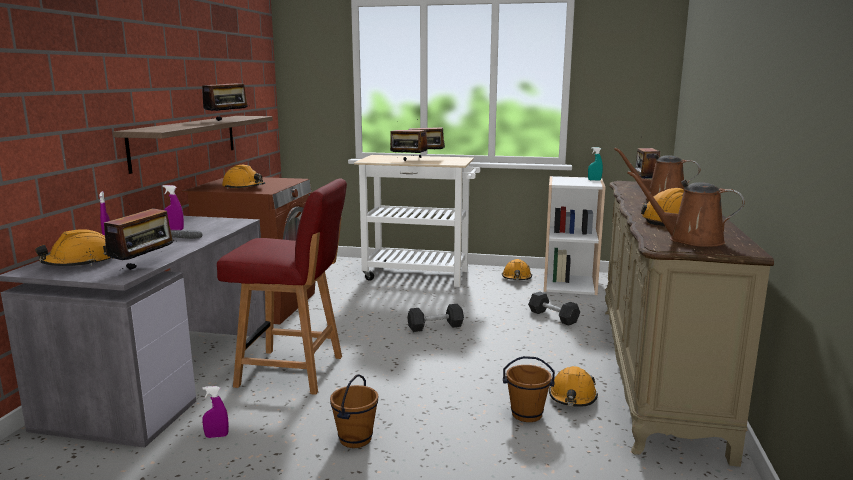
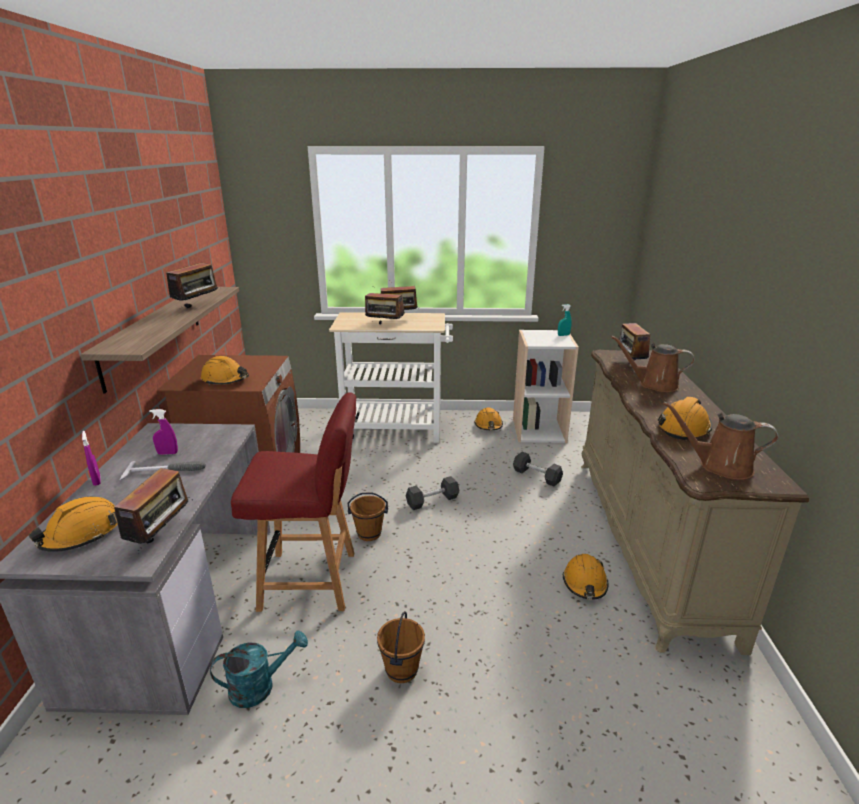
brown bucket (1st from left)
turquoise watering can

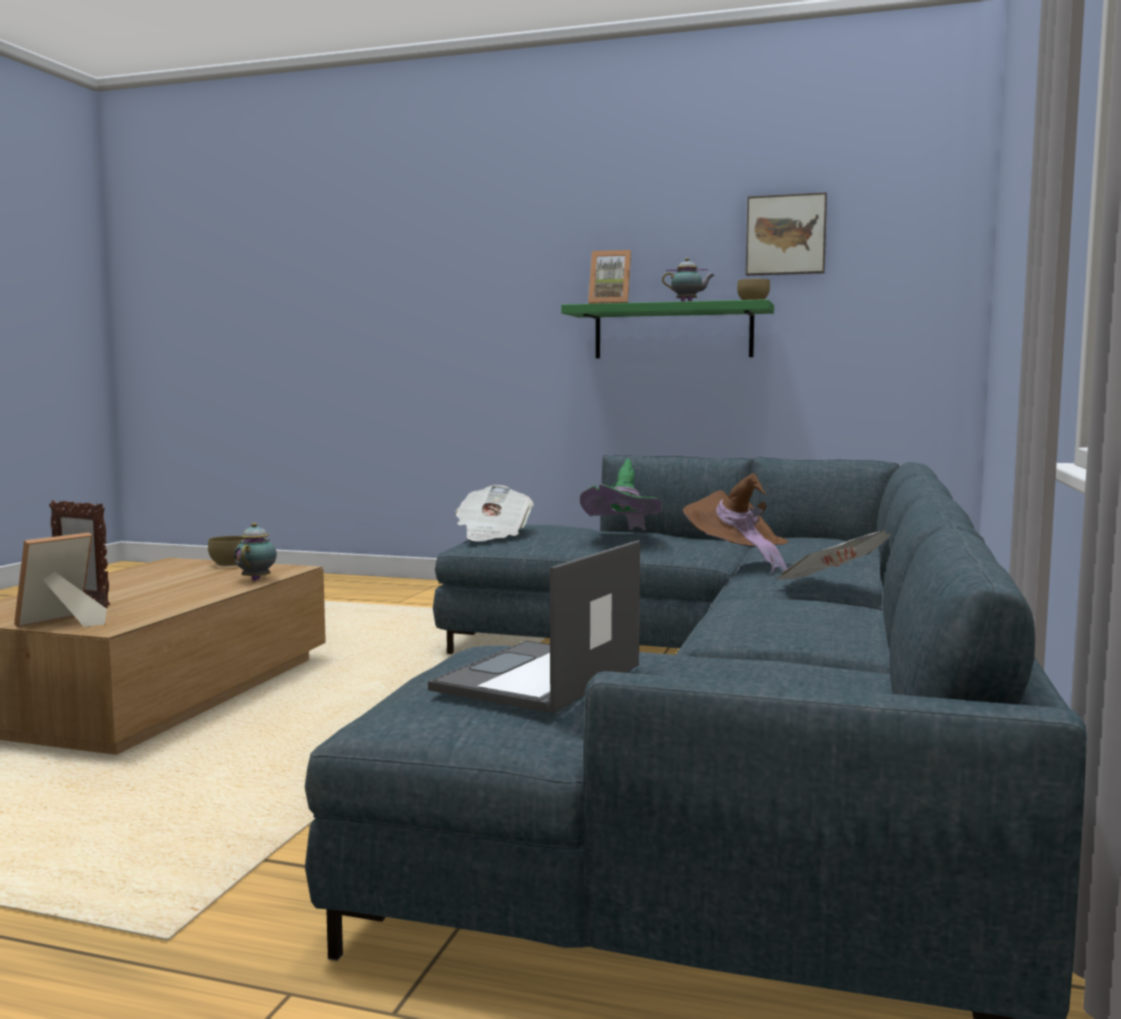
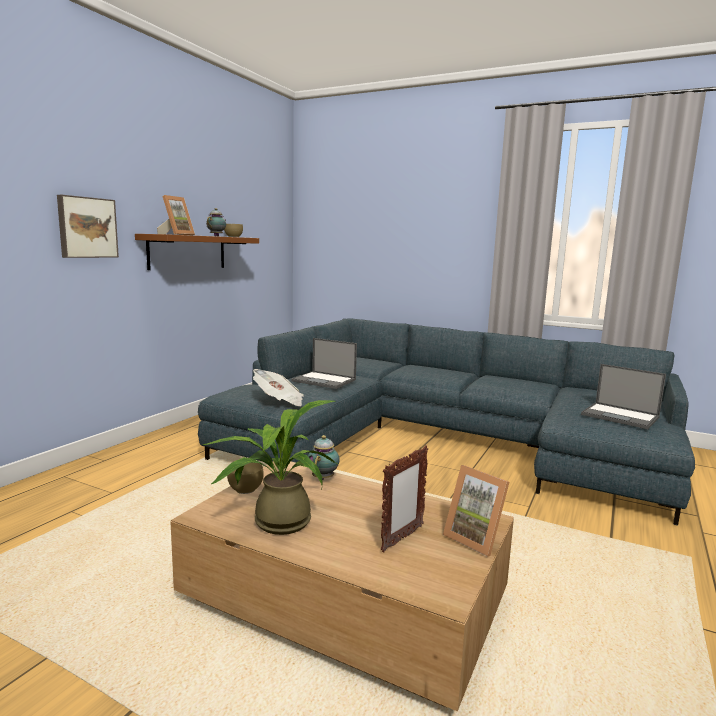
picture
brown shelf
laptop (1st from left)
brown hat
teapot (2nd from left)
newspaper (2nd from left in the first image)
potted plant

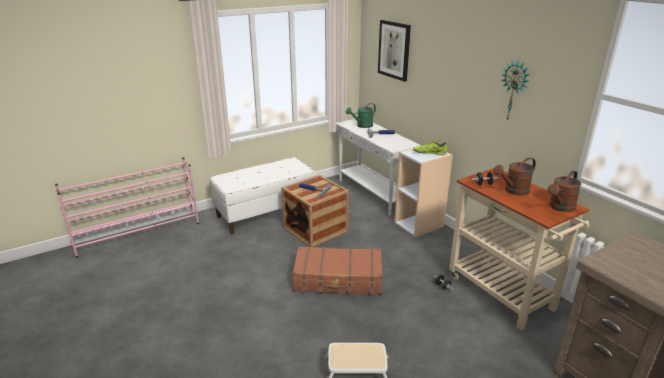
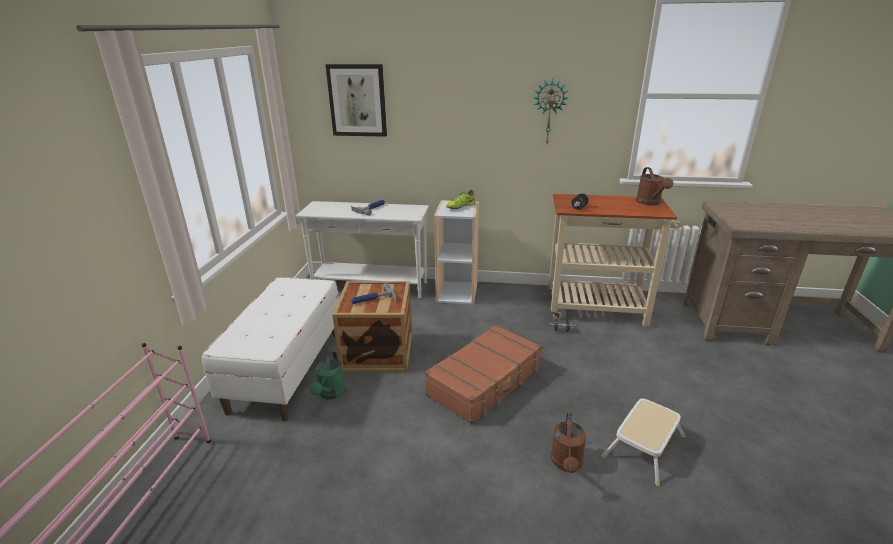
green watering can
brown watering can (1st from left)

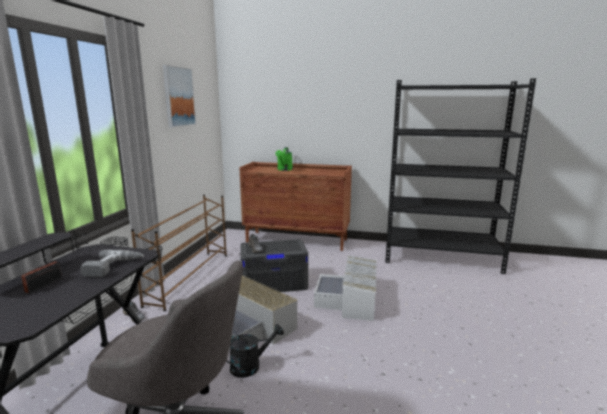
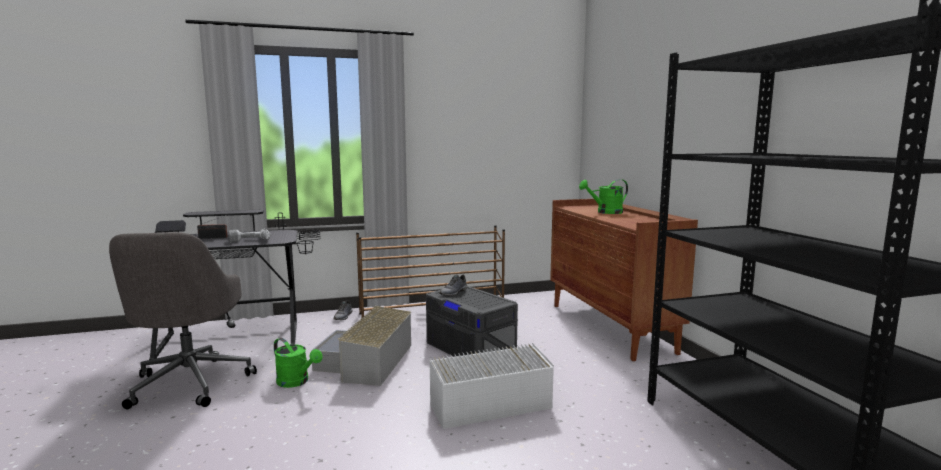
picture
green watering can (1st from left)

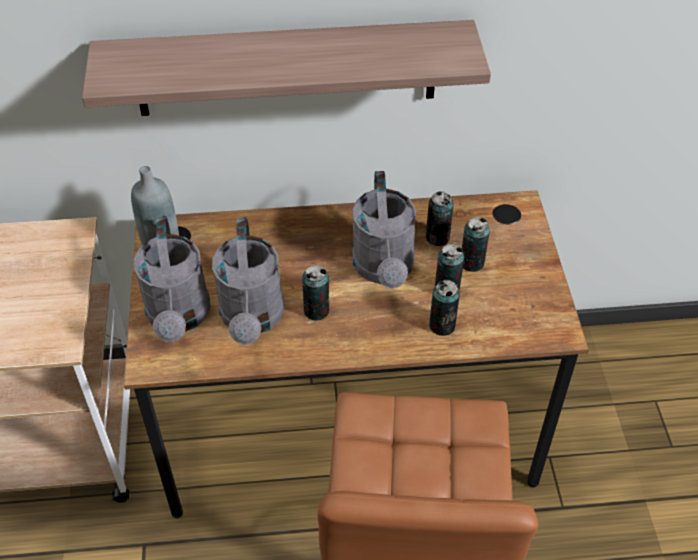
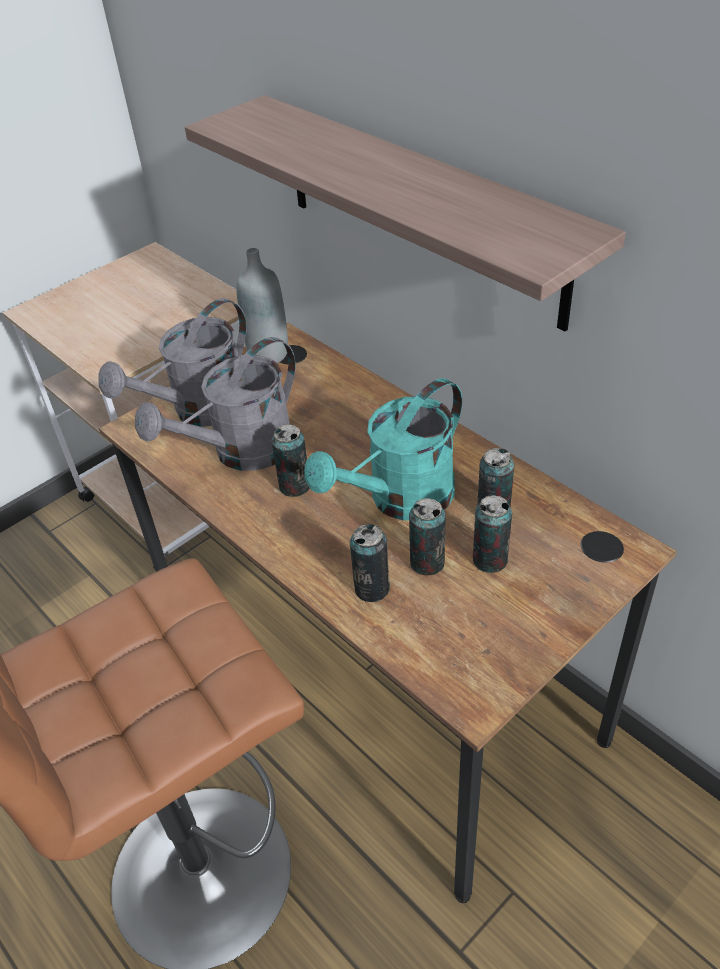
turquoise watering can

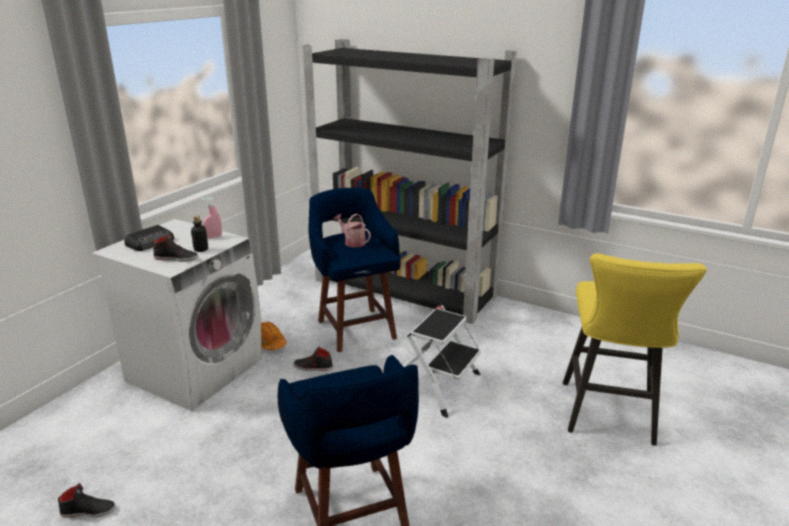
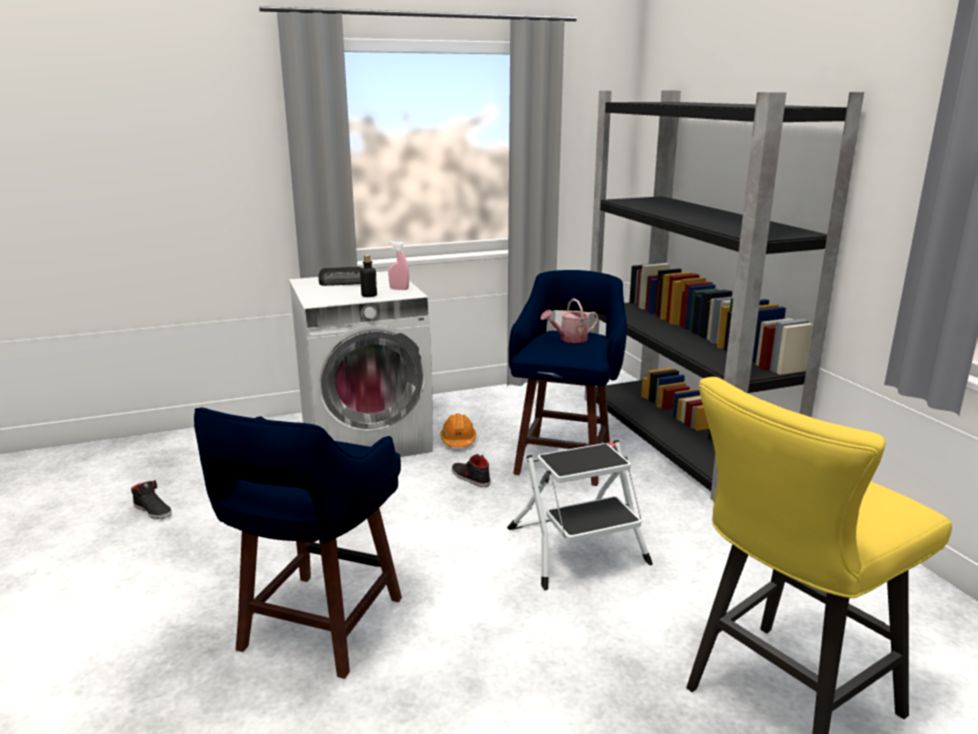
watering can
black shoe (2nd from left in the first image)

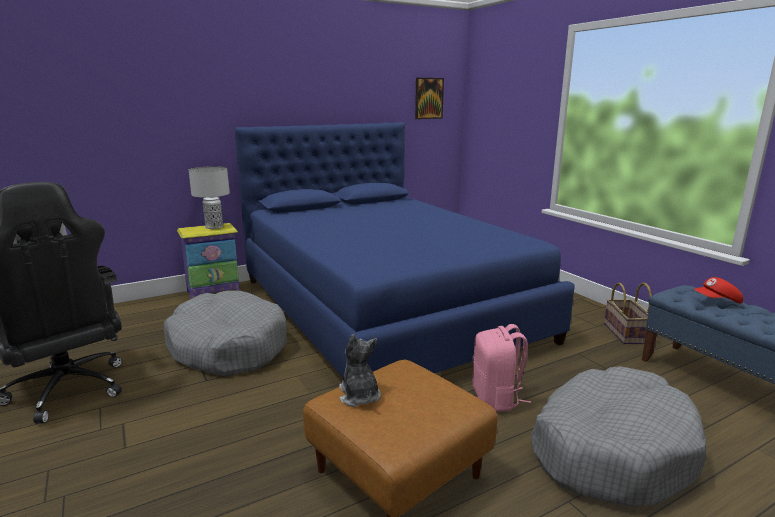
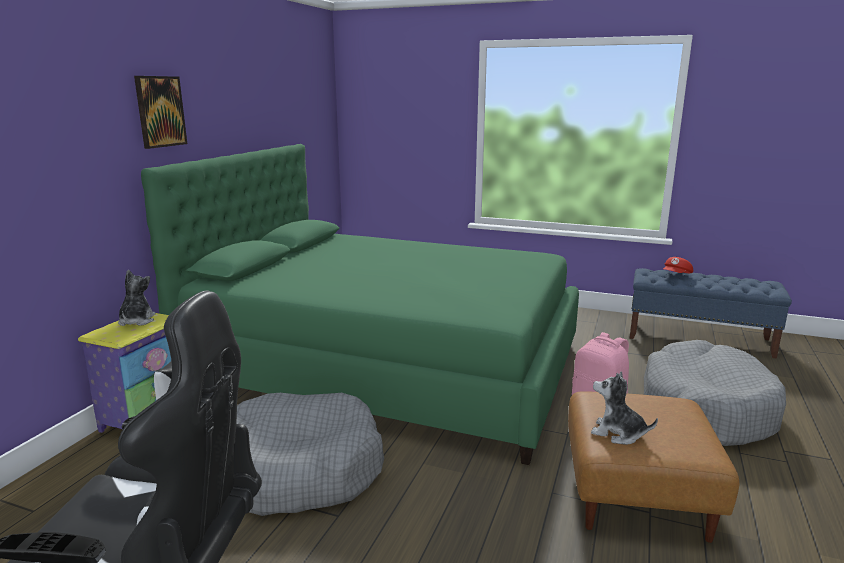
picture
green bed
plush toy (1st from left)
basket

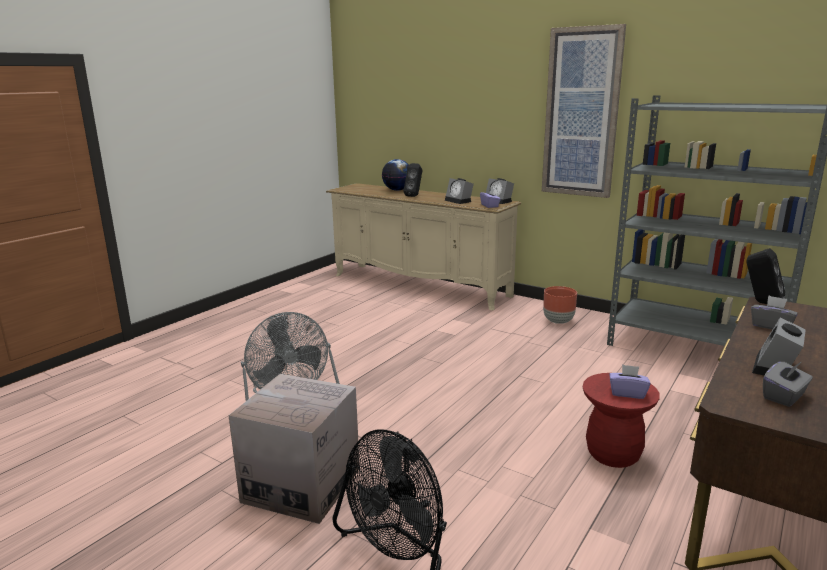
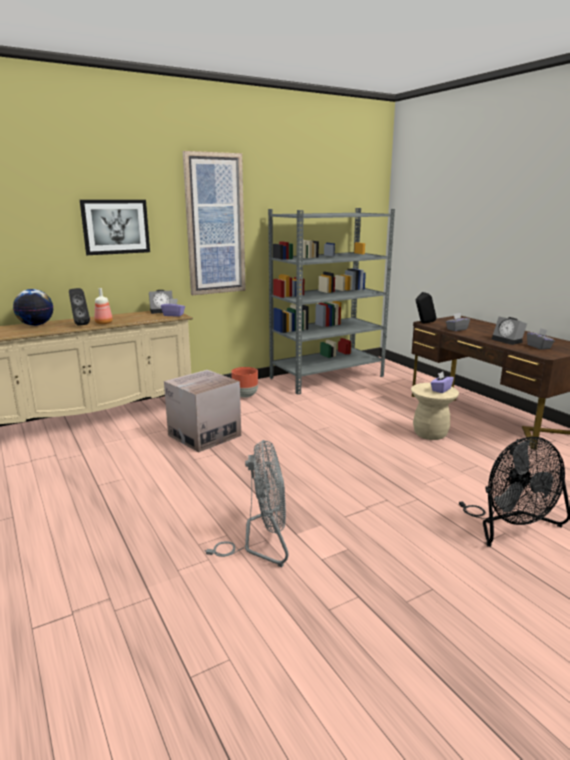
alarm clock (1st from left in the first image)
beige stool
cardboard box
picture (1st from left)
bottle

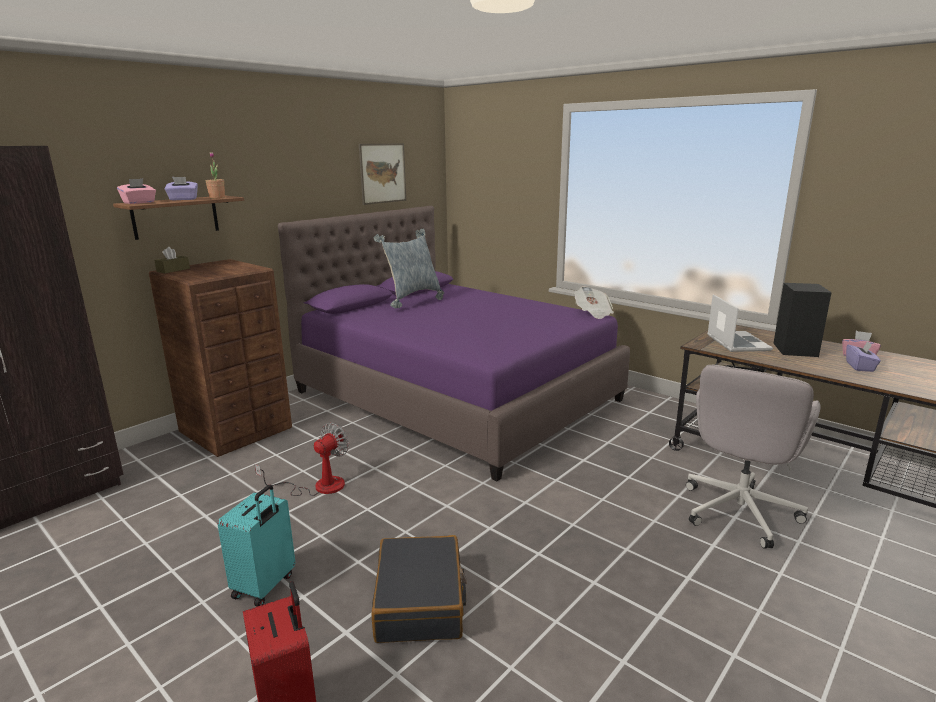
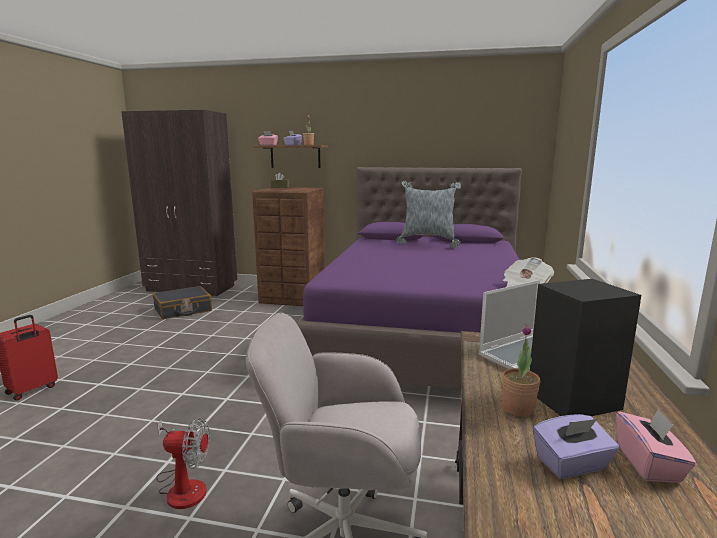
picture
fan
turquoise suitcase
black suitcase
potted plant (2nd from left)

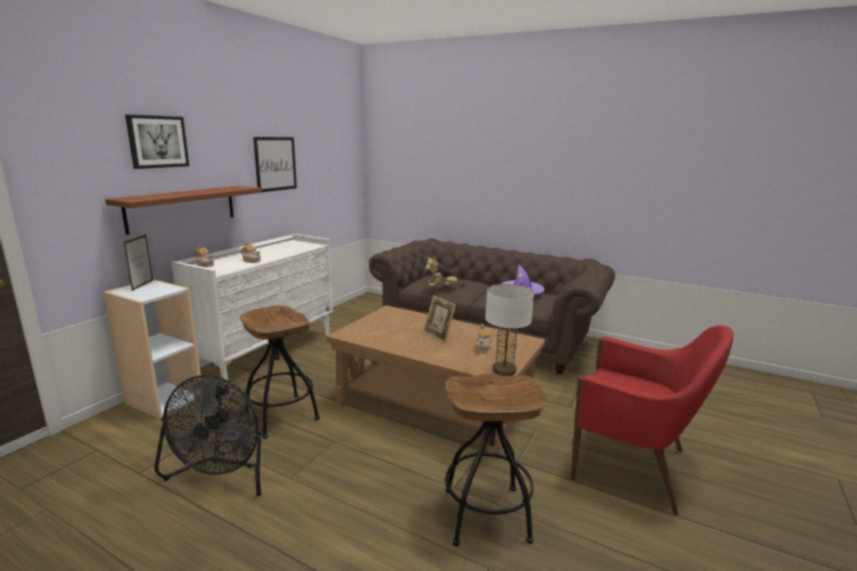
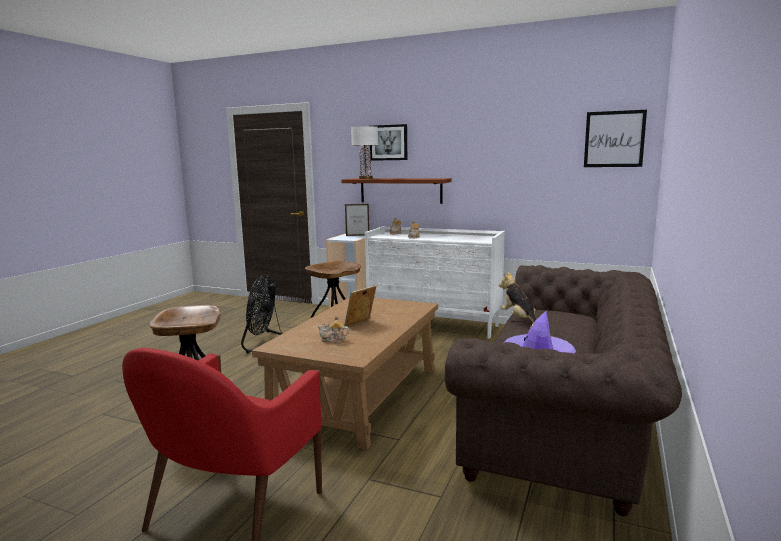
picture (2nd from left)
table lamp

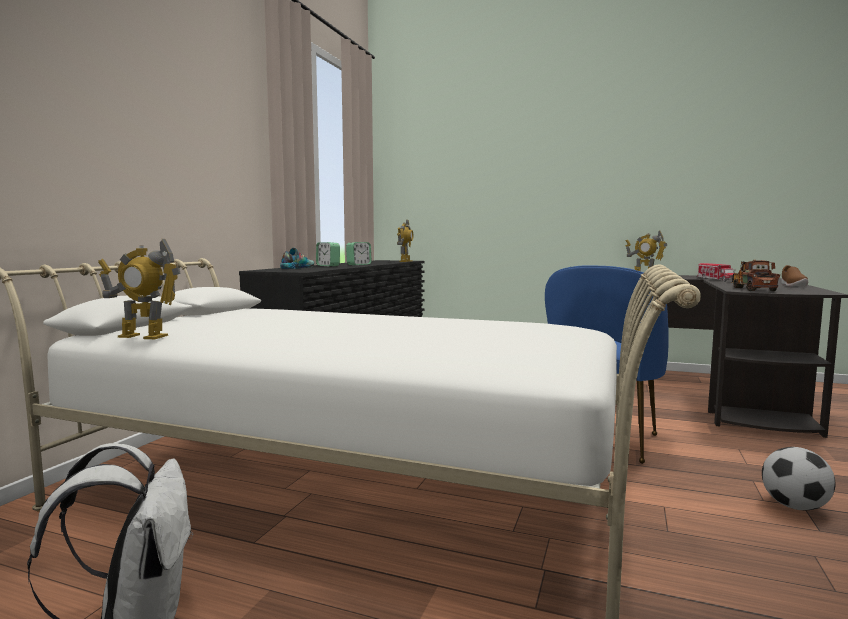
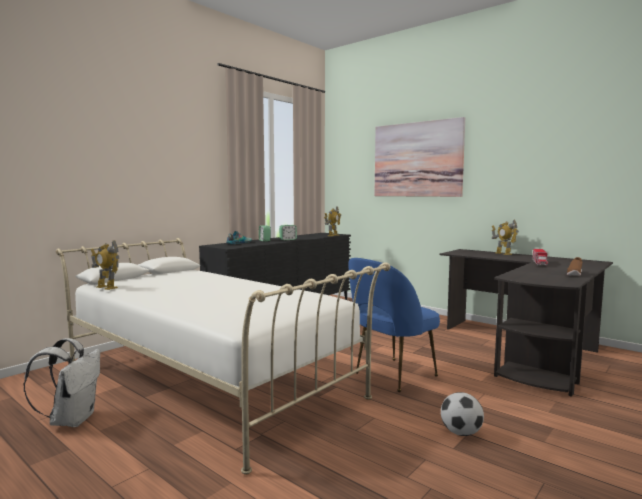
toy truck (2nd from left in the first image)
picture

